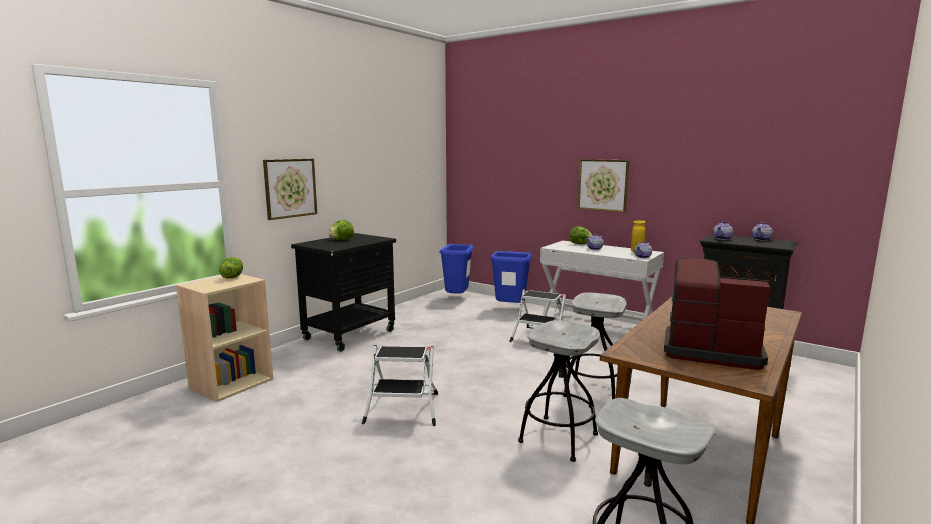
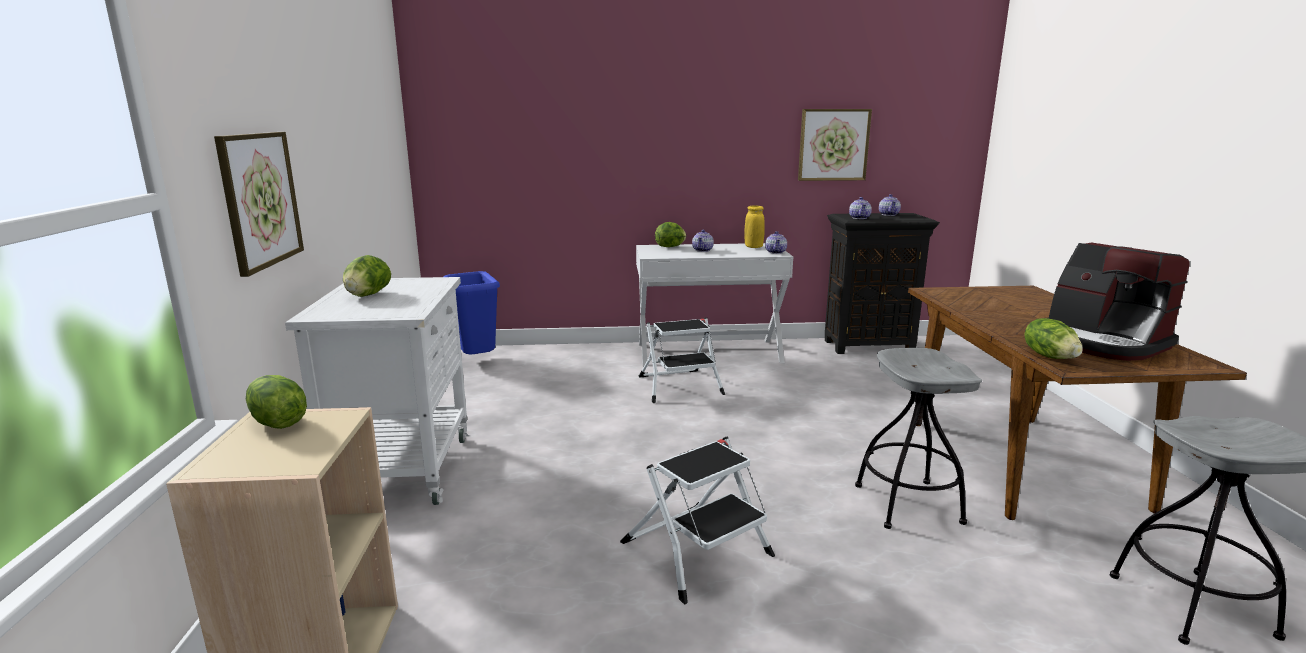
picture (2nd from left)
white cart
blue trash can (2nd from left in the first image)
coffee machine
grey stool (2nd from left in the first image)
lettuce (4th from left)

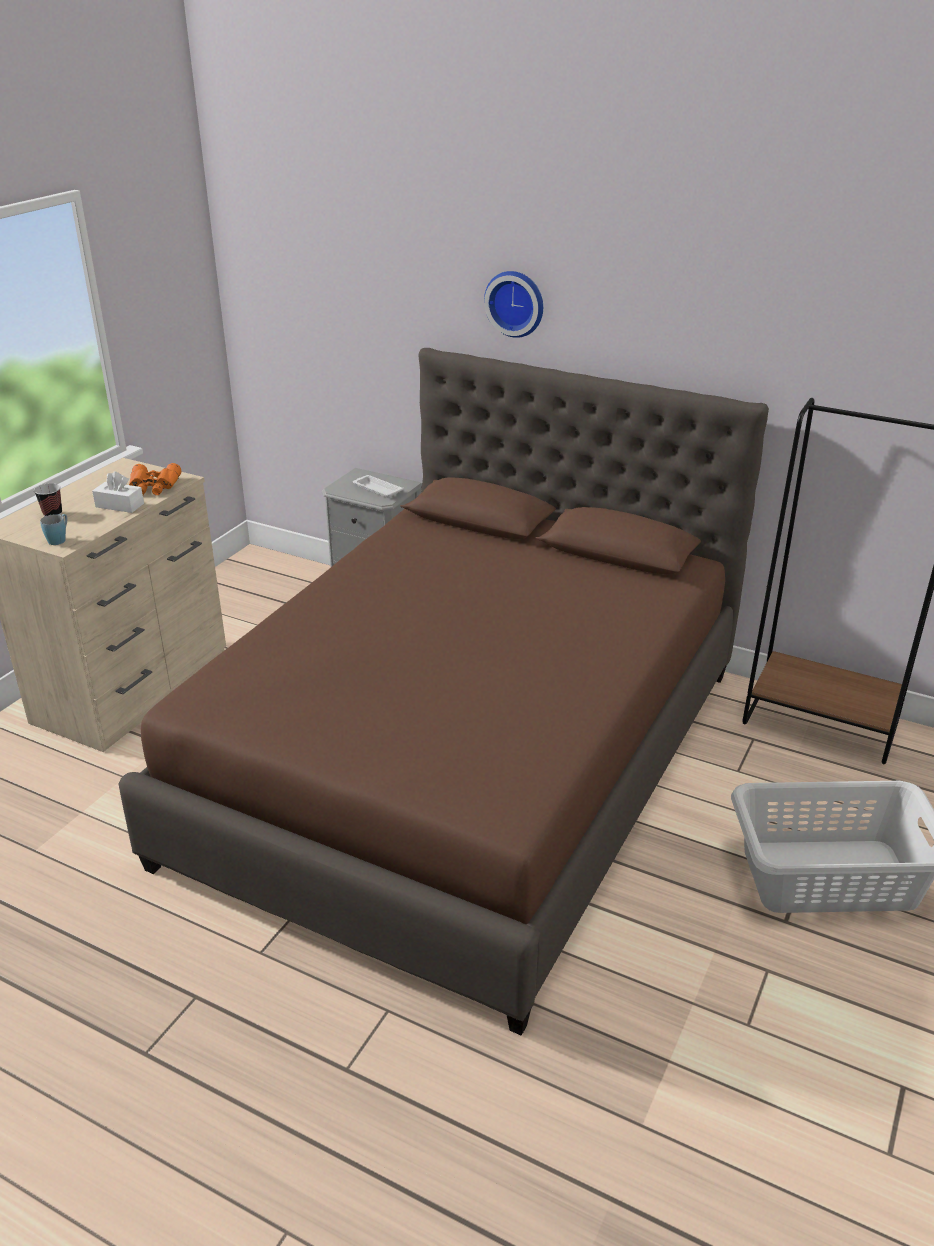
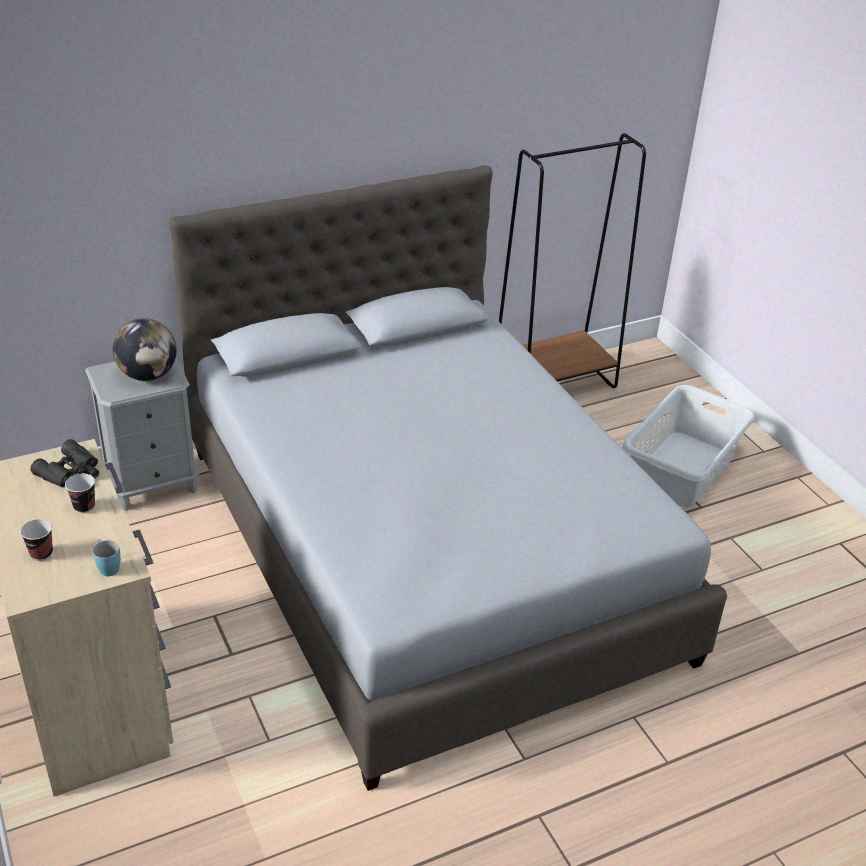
wall clock
grey bed
black binoculars
cup (2nd from left)
globe

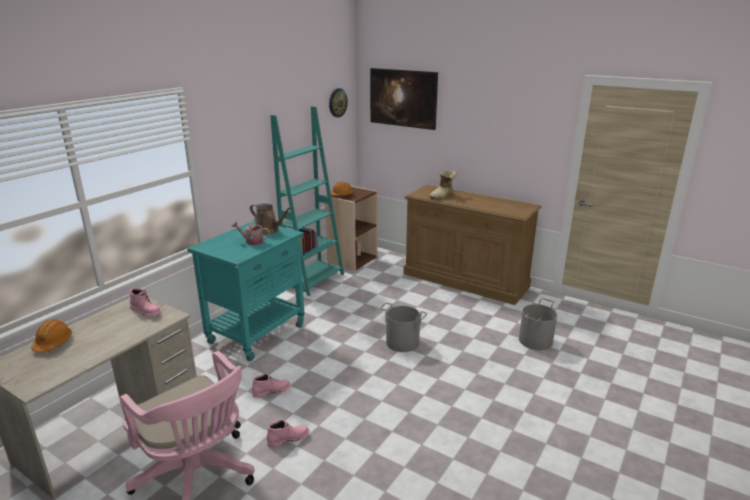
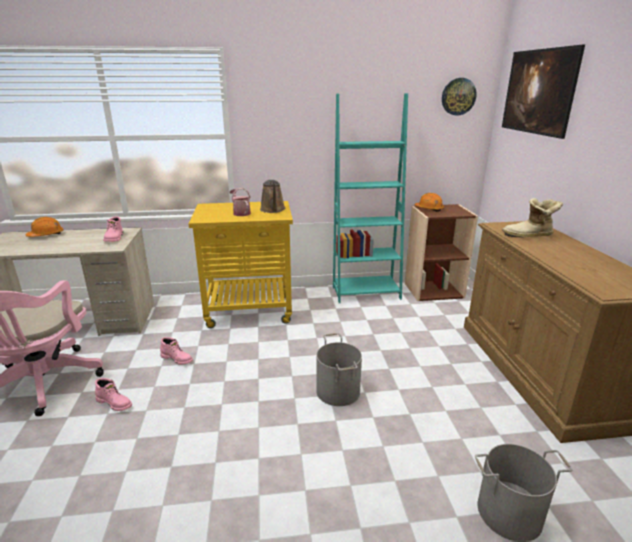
yellow cart

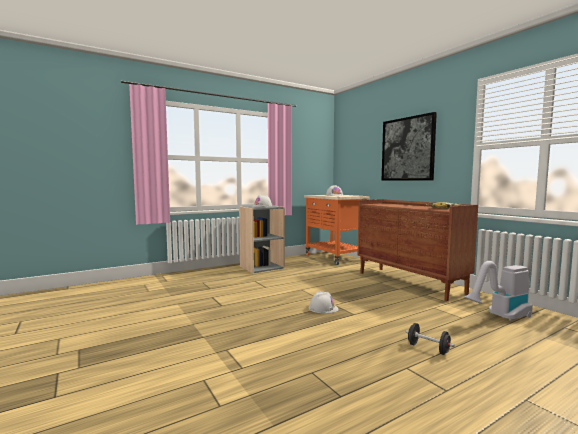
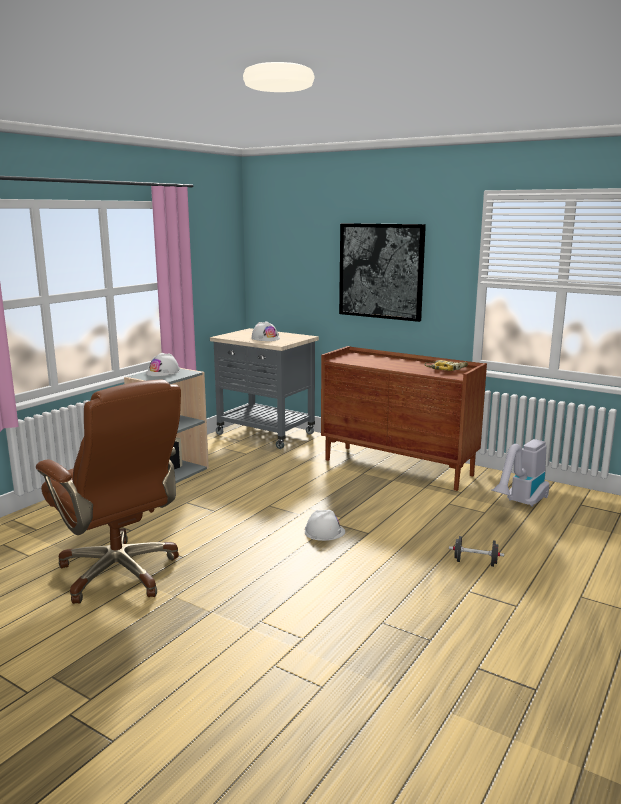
grey cart
brown office chair

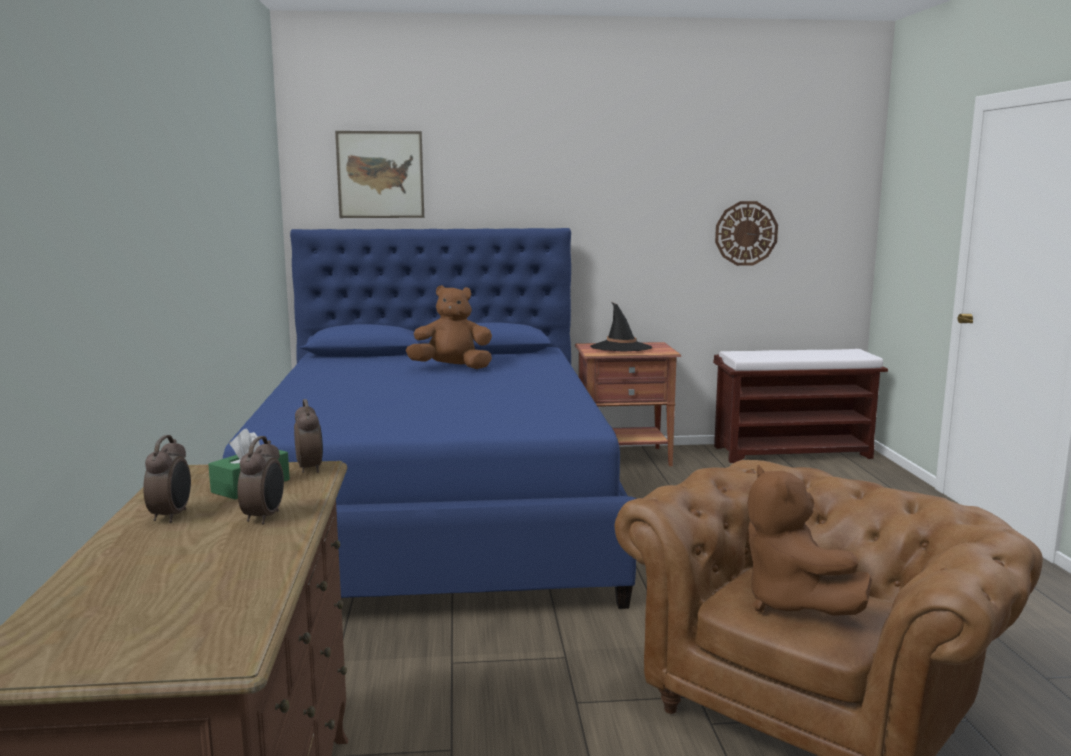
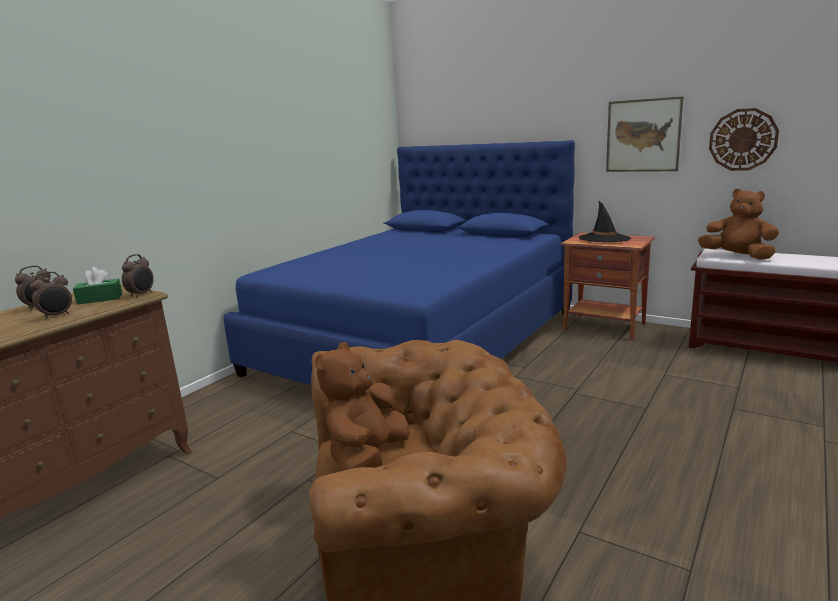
picture
brown plush toy (2nd from left)

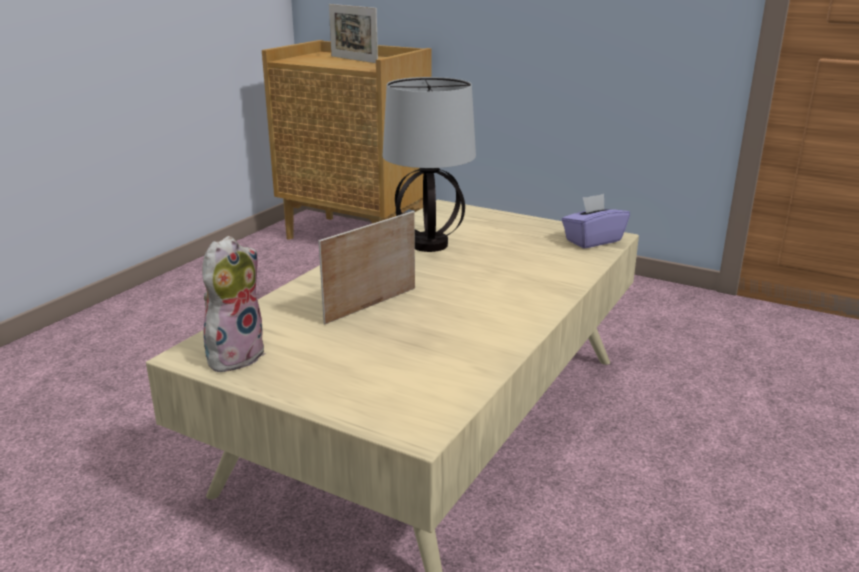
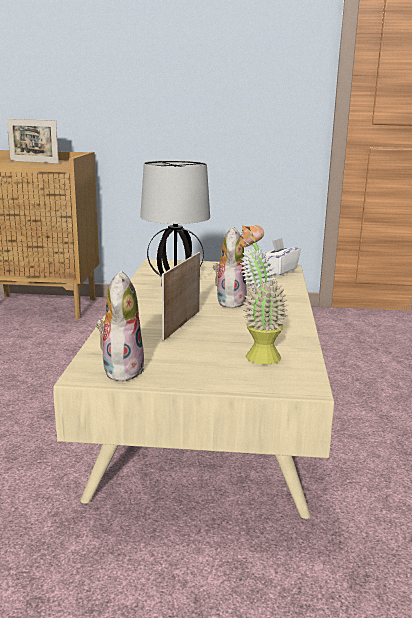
white tissue box
potted plant
plush toy (2nd from left)

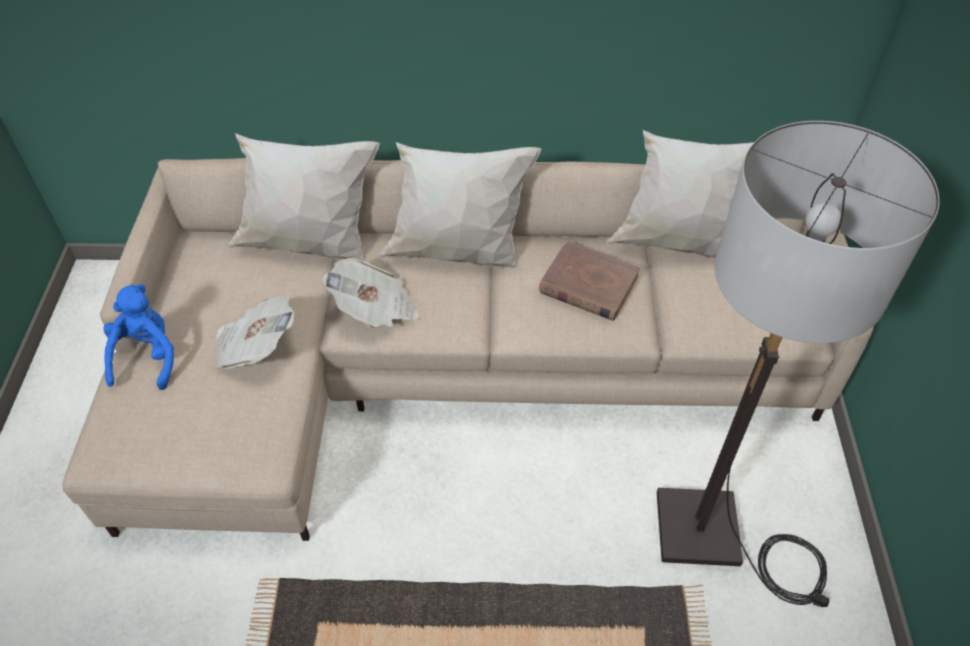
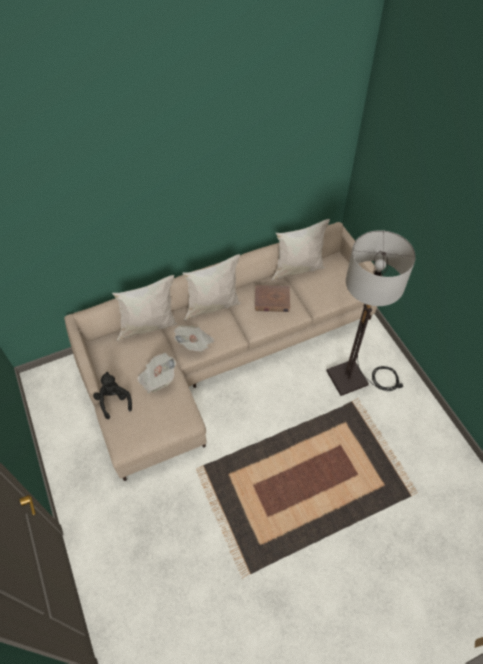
black plush toy

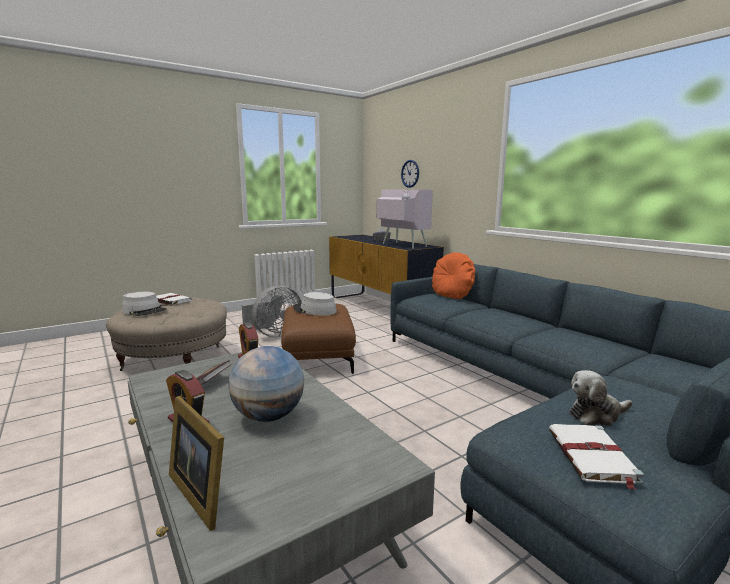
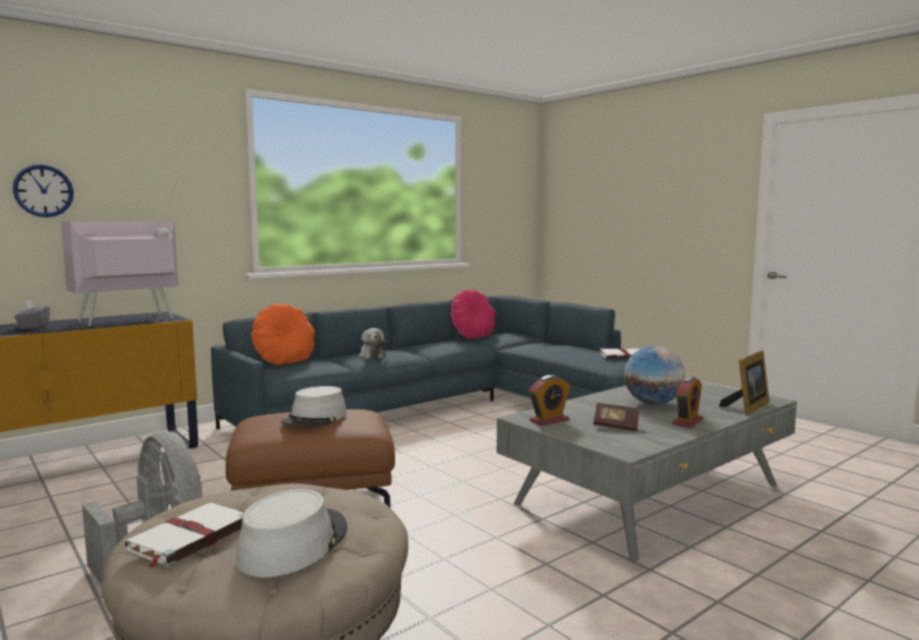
plush toy
pink pillow

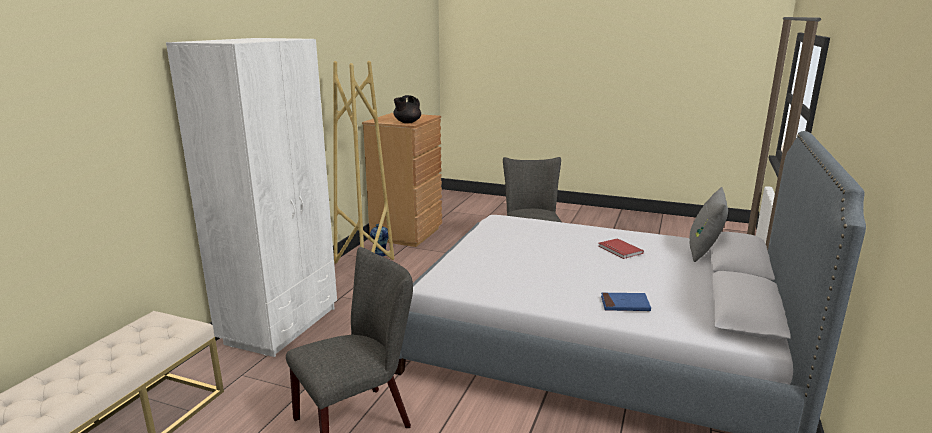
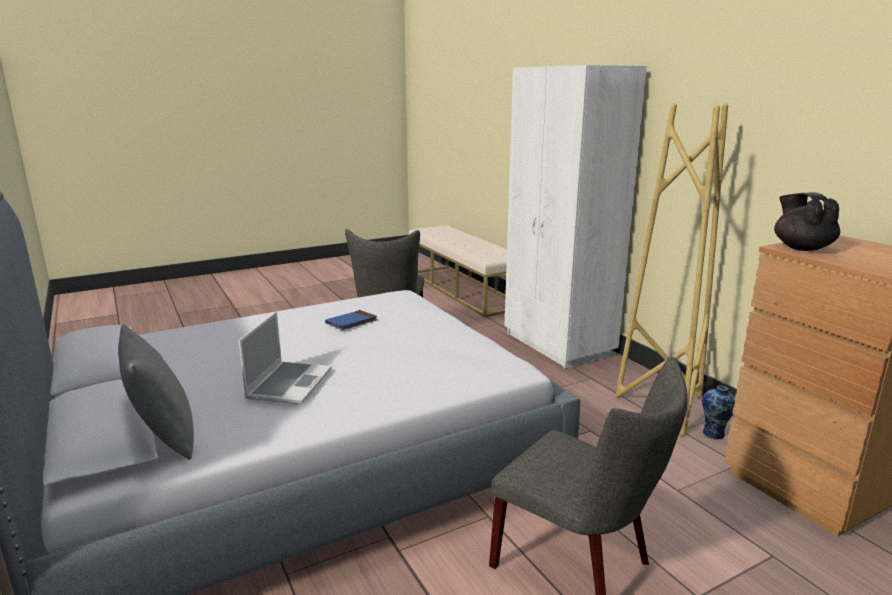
laptop
blue book

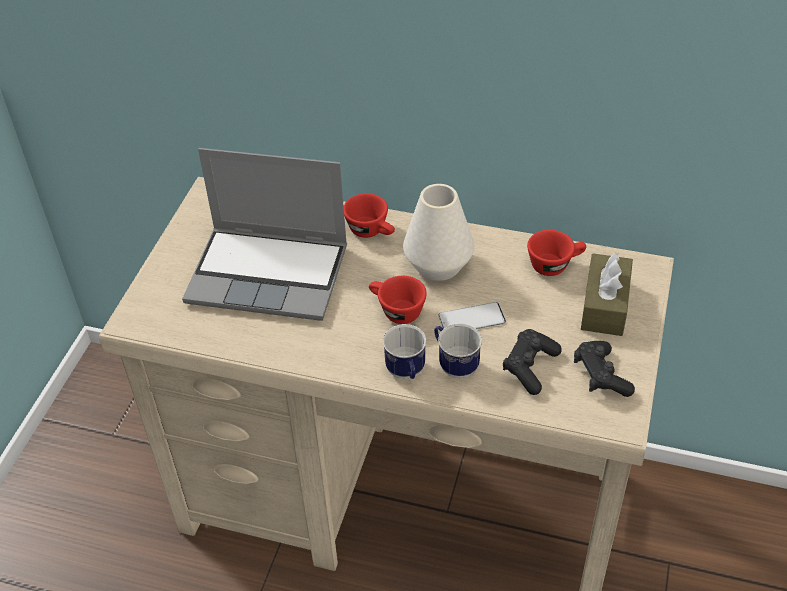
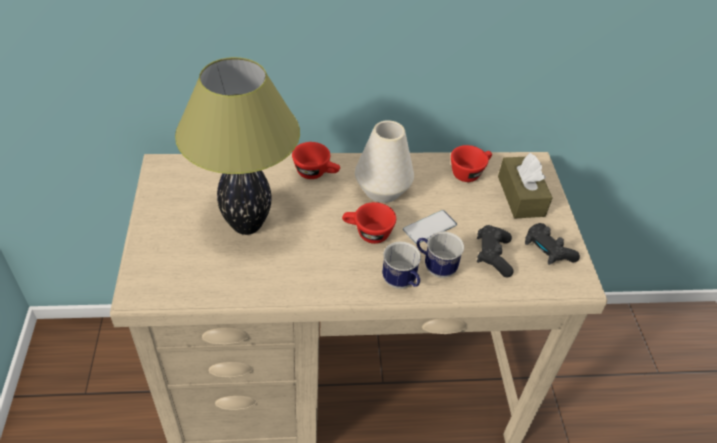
table lamp

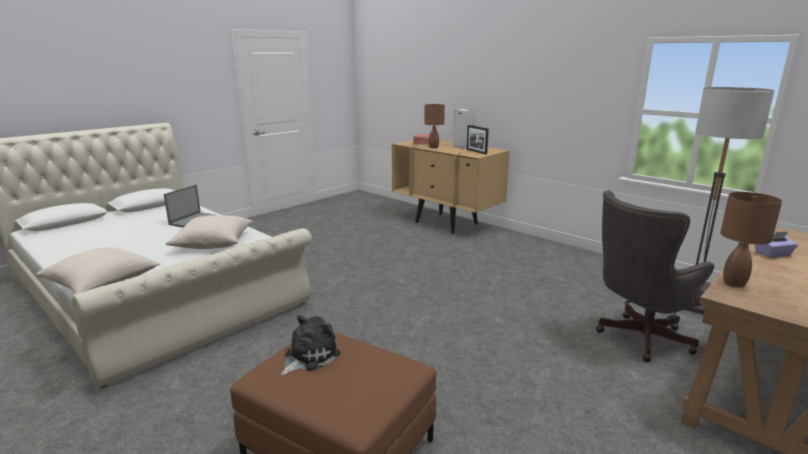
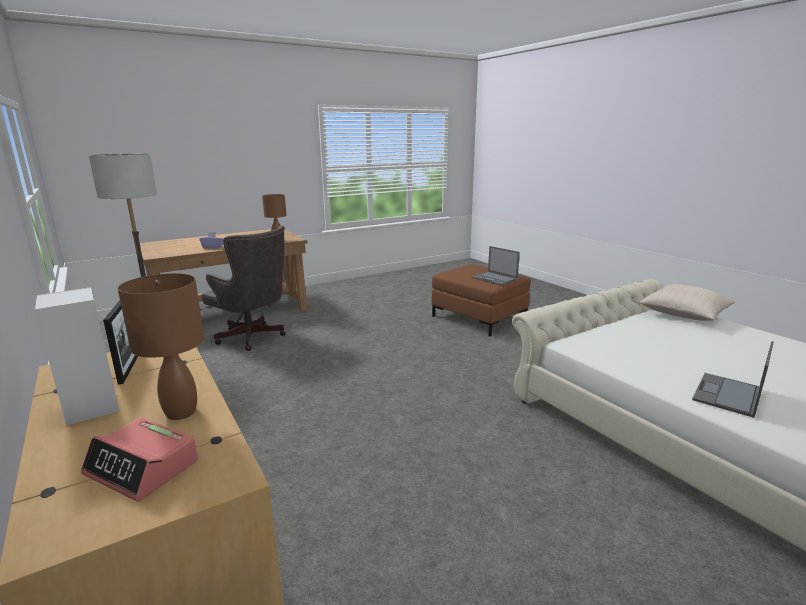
grey office chair
beige pillow (2nd from left in the first image)
laptop (1st from left)

